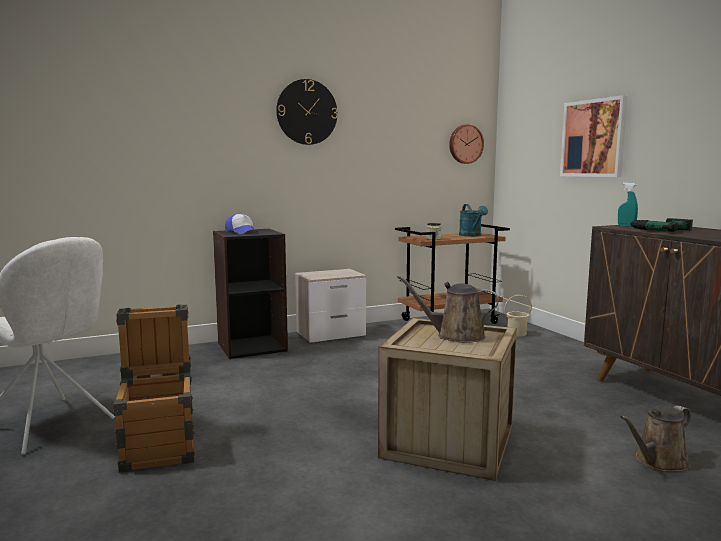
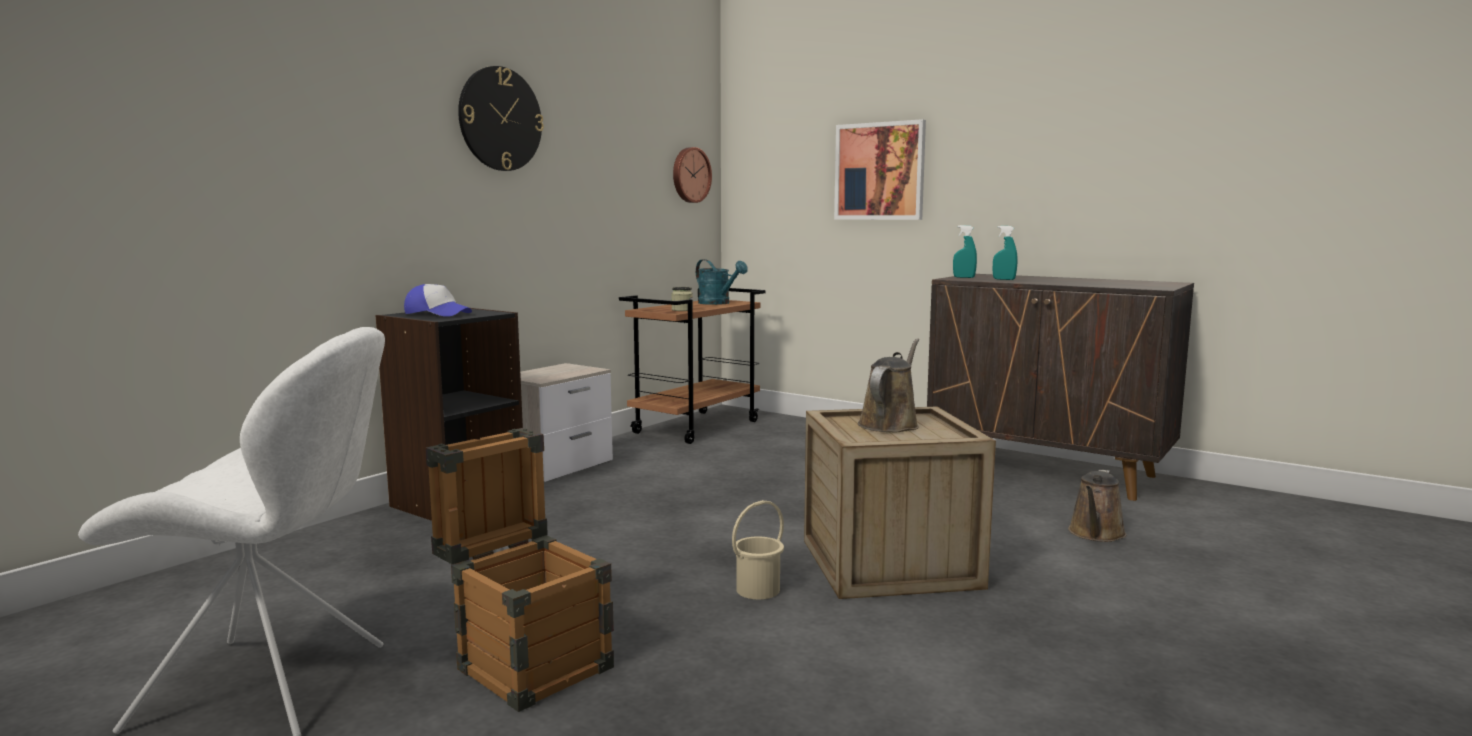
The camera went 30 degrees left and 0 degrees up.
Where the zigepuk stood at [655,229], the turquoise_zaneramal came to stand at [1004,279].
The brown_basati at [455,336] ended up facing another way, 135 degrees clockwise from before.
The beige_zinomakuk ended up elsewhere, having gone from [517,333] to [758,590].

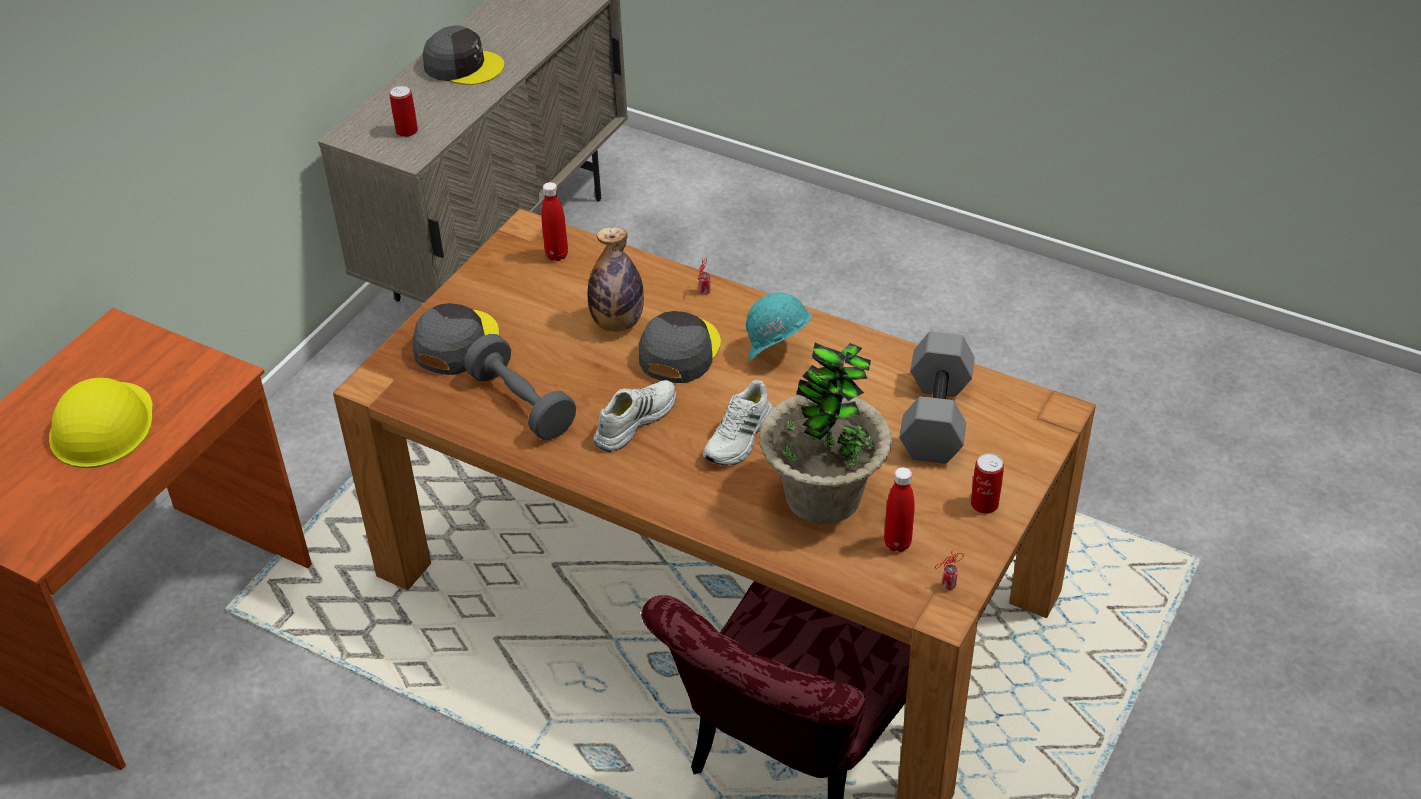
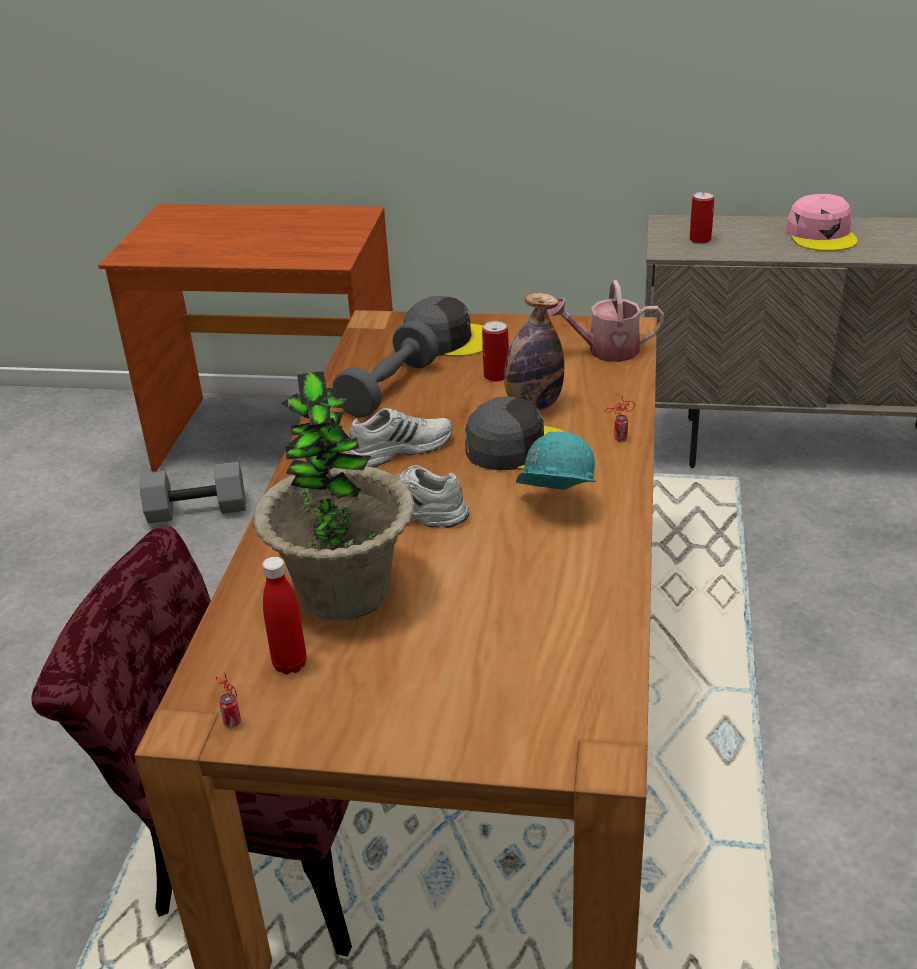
The camera went 70 degrees right and 10 degrees down.
What was the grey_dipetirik at [463,66] turned into the pink_dipetirik at [821,235].
Where the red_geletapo stood at [557,255], the basati came to stand at [606,351].
The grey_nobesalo ended up elsewhere, having gone from [933,416] to [198,509].
The second view lost the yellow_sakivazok at [102,425].
The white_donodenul at [634,420] ended up facing another way, 45 degrees counterclockwise from before.
The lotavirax ended up elsewhere, having gone from [984,504] to [496,376].

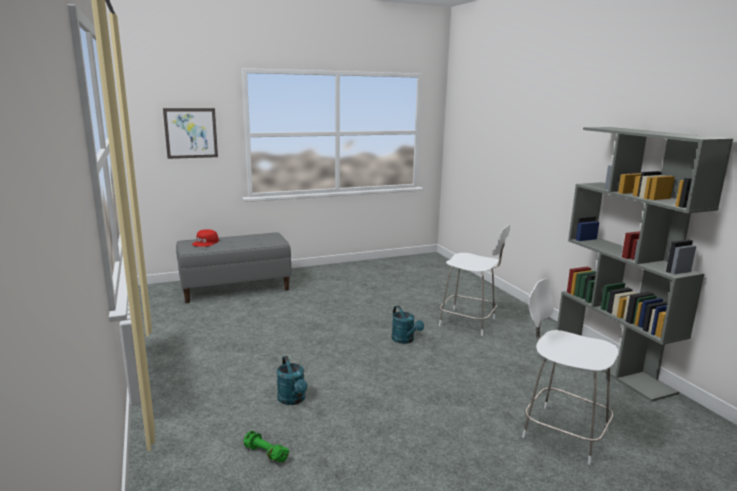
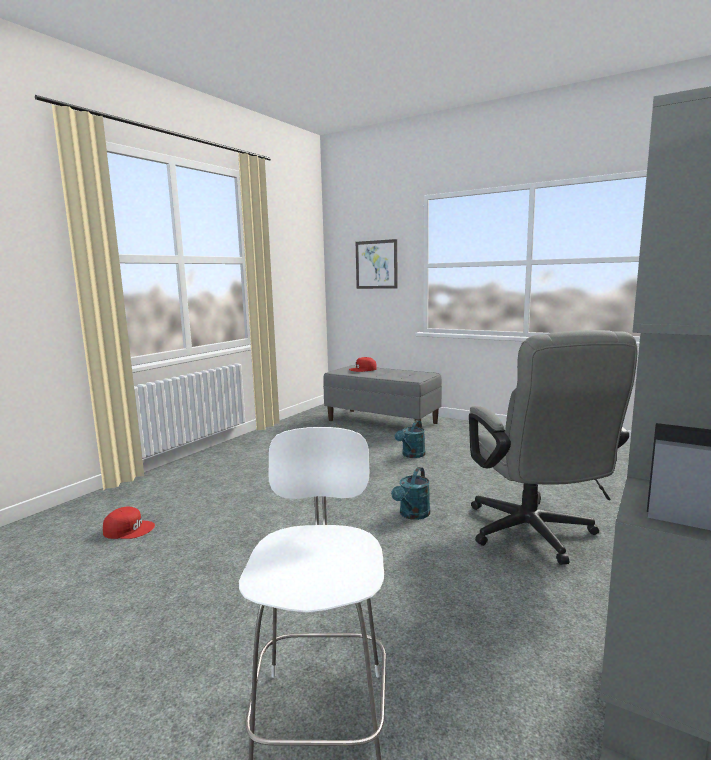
The camera went 55 degrees right and 5 degrees down.
Where the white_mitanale stood at [469,322], the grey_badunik came to stand at [535,536].
The turquoise_basati ended up elsewhere, having gone from [293,400] to [411,455].
Where the green_nobesalo stood at [265,454], the red_dipetirik came to stand at [129,529].

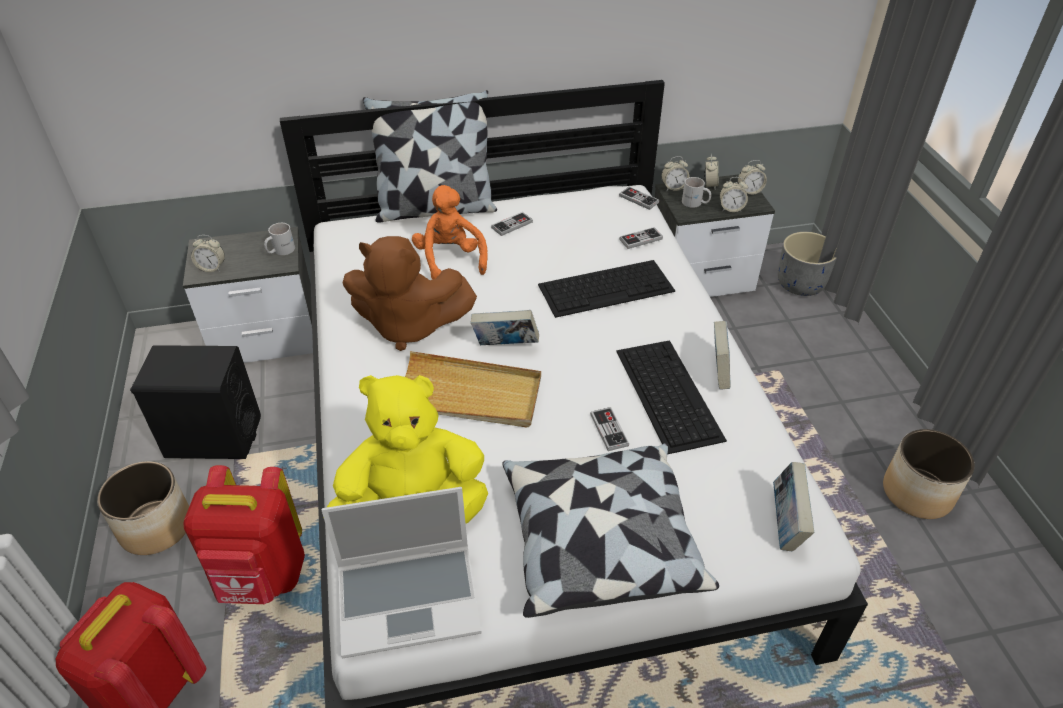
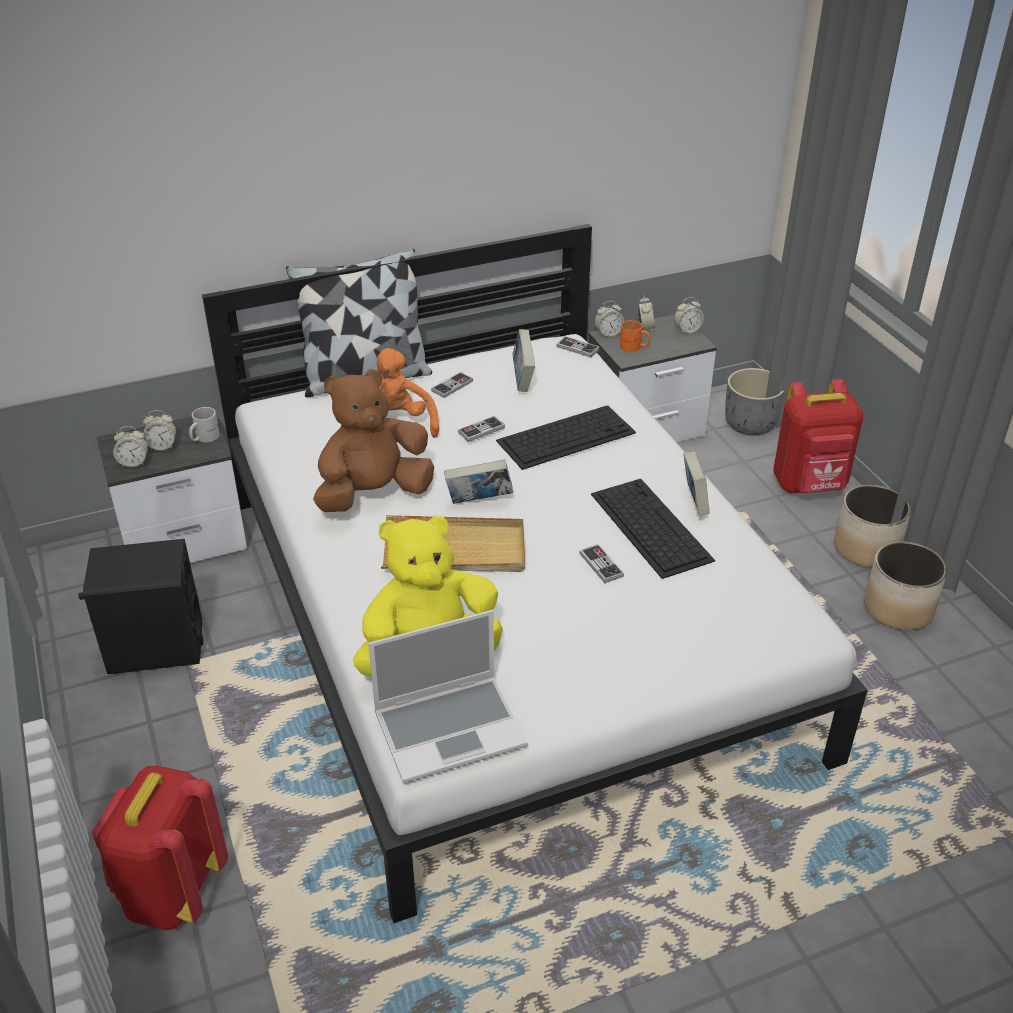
The camera went 10 degrees left and 5 degrees down.
What was the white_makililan at [695,203] turned into the orange_makililan at [634,347].
The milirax ended up elsewhere, having gone from [731,208] to [162,446].
The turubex ended up elsewhere, having gone from [640,239] to [481,430].
The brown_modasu at [409,326] ended up facing another way, 150 degrees clockwise from before.
The second view lost the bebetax at [599,541].
The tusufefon ended up elsewhere, having gone from [155,527] to [865,548].
The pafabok ended up elsewhere, having gone from [785,524] to [522,379].
The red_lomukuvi ended up elsewhere, having gone from [262,577] to [810,485].

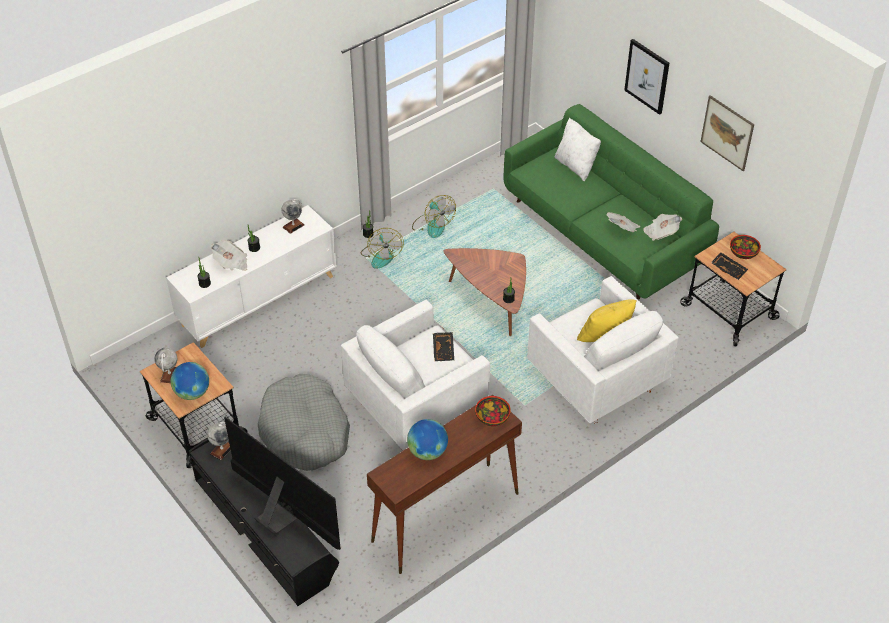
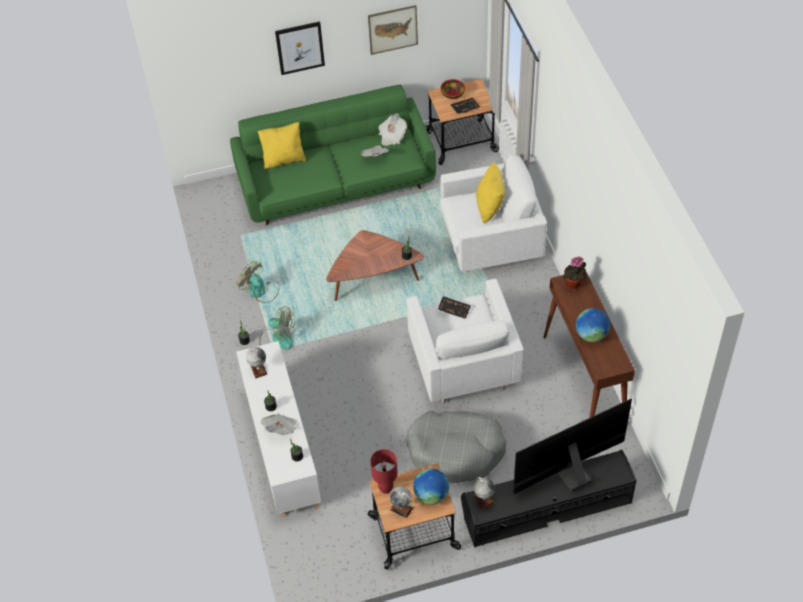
The camera went 65 degrees left and 5 degrees up.
What was the white_bebetax at [576,166] turned into the yellow_bebetax at [283,159].
The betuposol at [432,225] ended up facing another way, 135 degrees counterclockwise from before.
Where the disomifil stood at [492,418], the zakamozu came to stand at [574,285].
The second view gained the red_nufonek at [386,488].

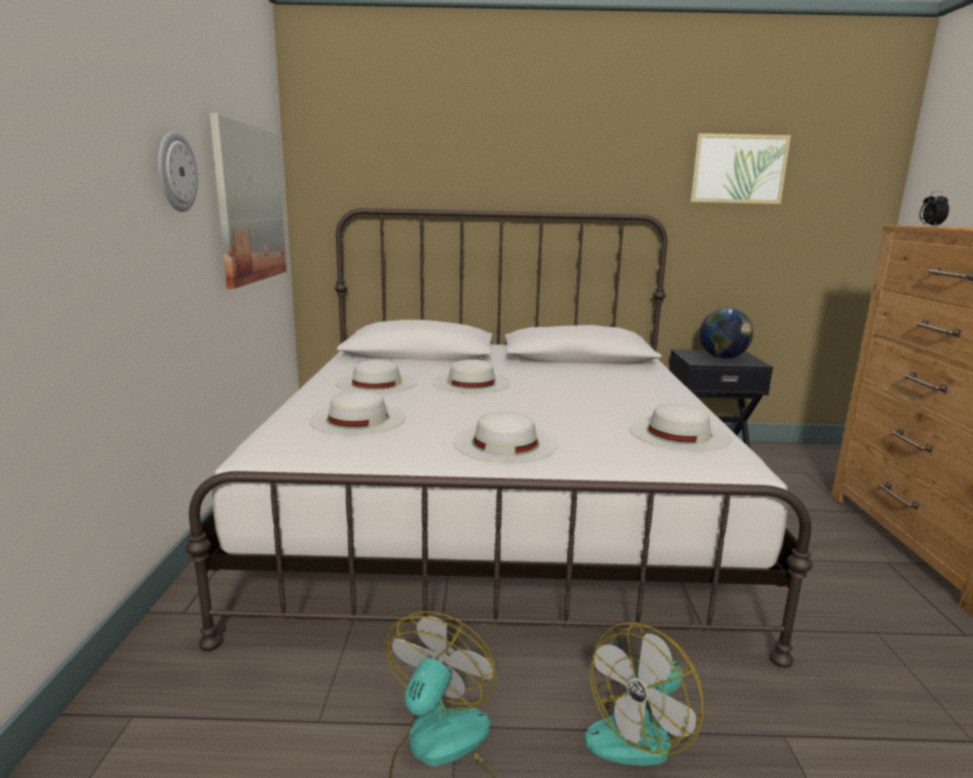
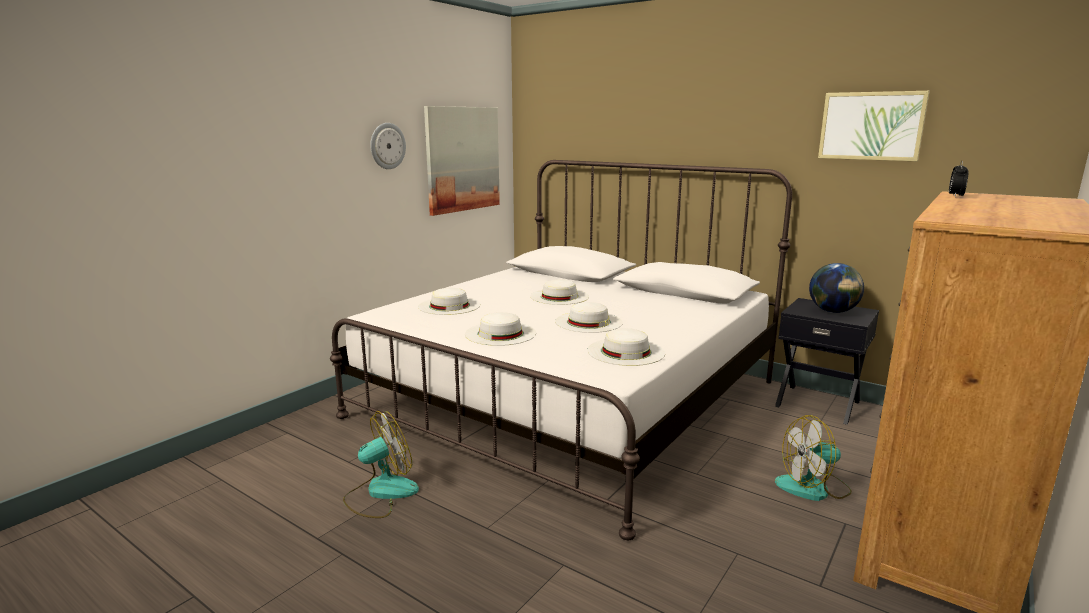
The camera went 35 degrees right and 0 degrees up.
The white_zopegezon ended up elsewhere, having gone from [376,383] to [588,322].
The betuposol ended up elsewhere, having gone from [641,730] to [813,487].

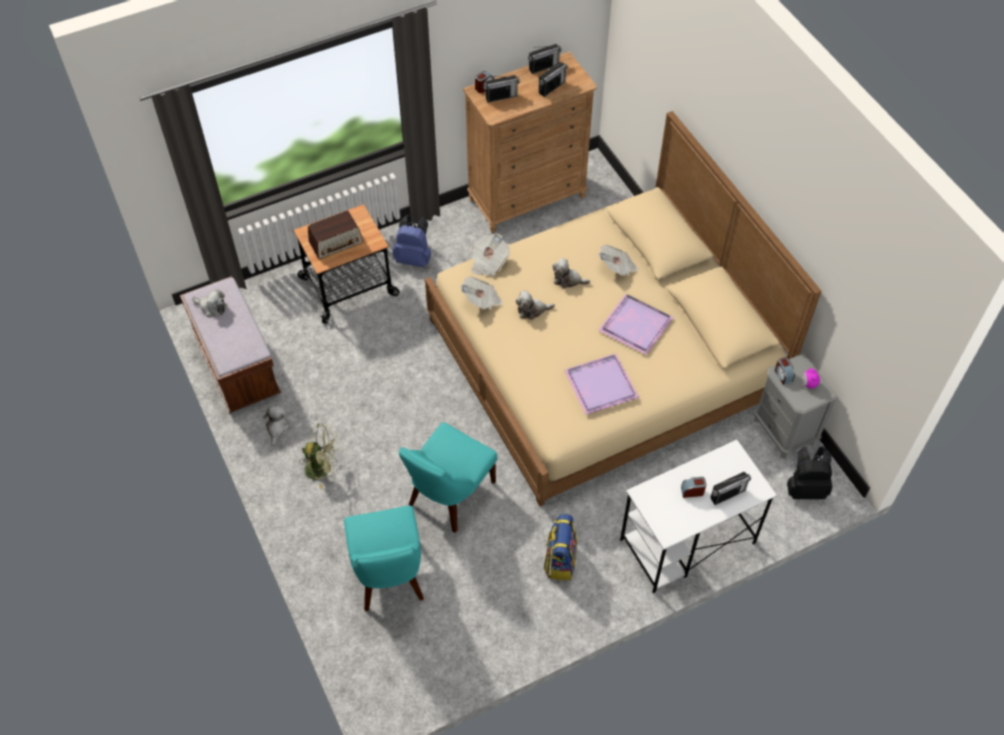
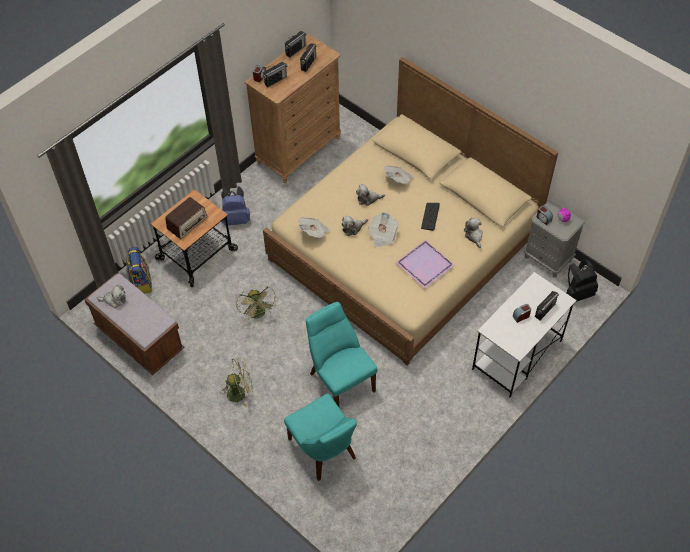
The camera went 20 degrees left and 0 degrees up.
The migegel ended up elsewhere, having gone from [488,263] to [382,235].
Where the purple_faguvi stood at [636,326], the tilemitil came to stand at [430,216].
The modasu ended up elsewhere, having gone from [277,428] to [474,236].
The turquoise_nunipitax at [449,496] ended up facing another way, 135 degrees clockwise from before.
The lomukuvi ended up elsewhere, having gone from [560,560] to [141,282].
The second view gained the green_betuposol at [258,314].

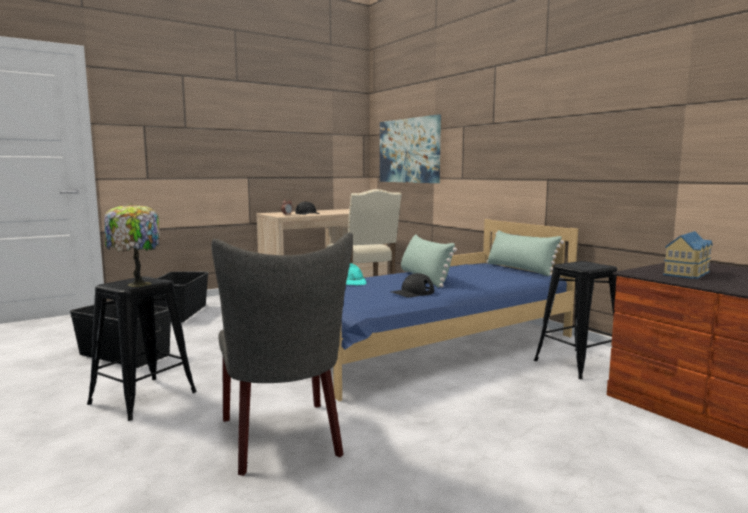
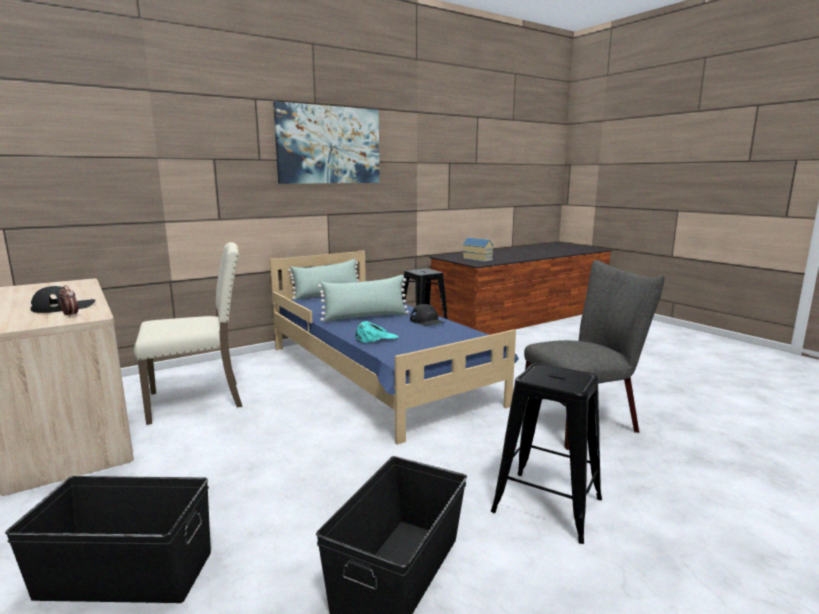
The camera went 90 degrees left and 5 degrees up.
The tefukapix ended up elsewhere, having gone from [409,150] to [329,145].
The second view lost the nufonek at [137,284].

